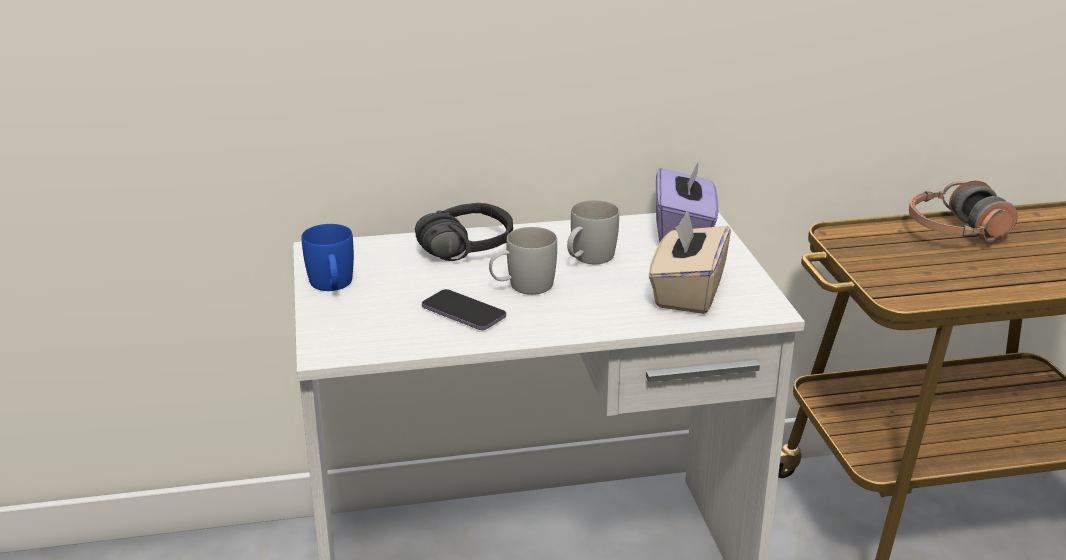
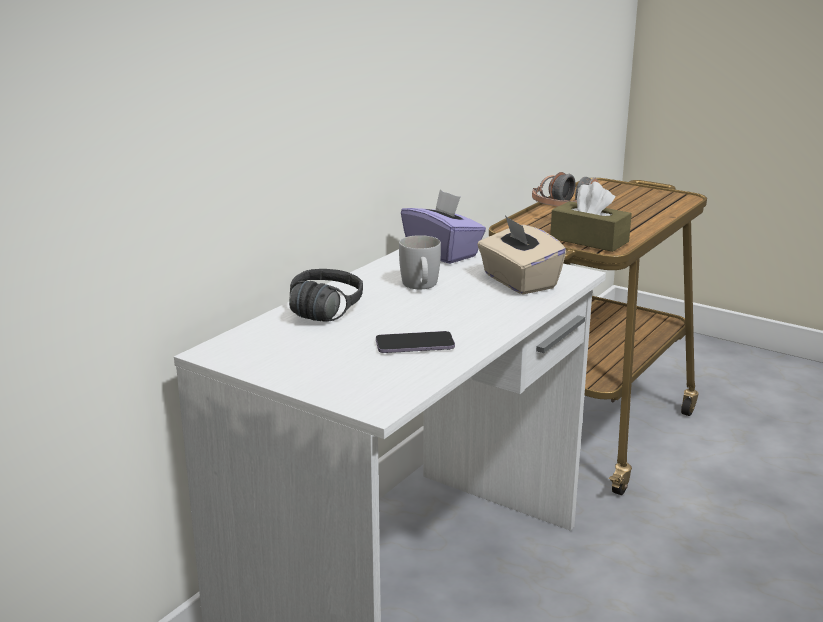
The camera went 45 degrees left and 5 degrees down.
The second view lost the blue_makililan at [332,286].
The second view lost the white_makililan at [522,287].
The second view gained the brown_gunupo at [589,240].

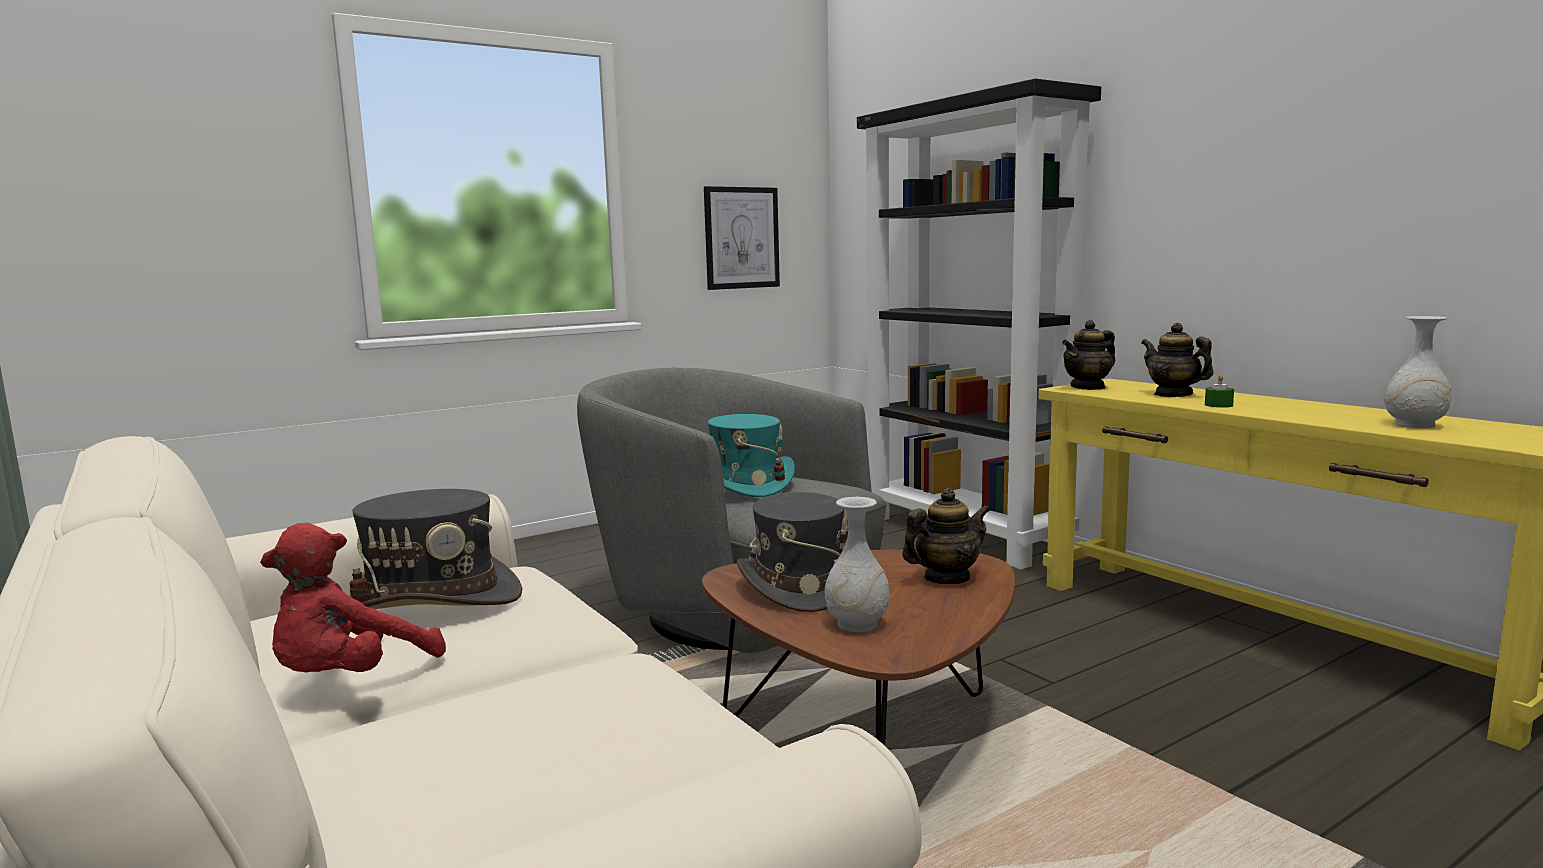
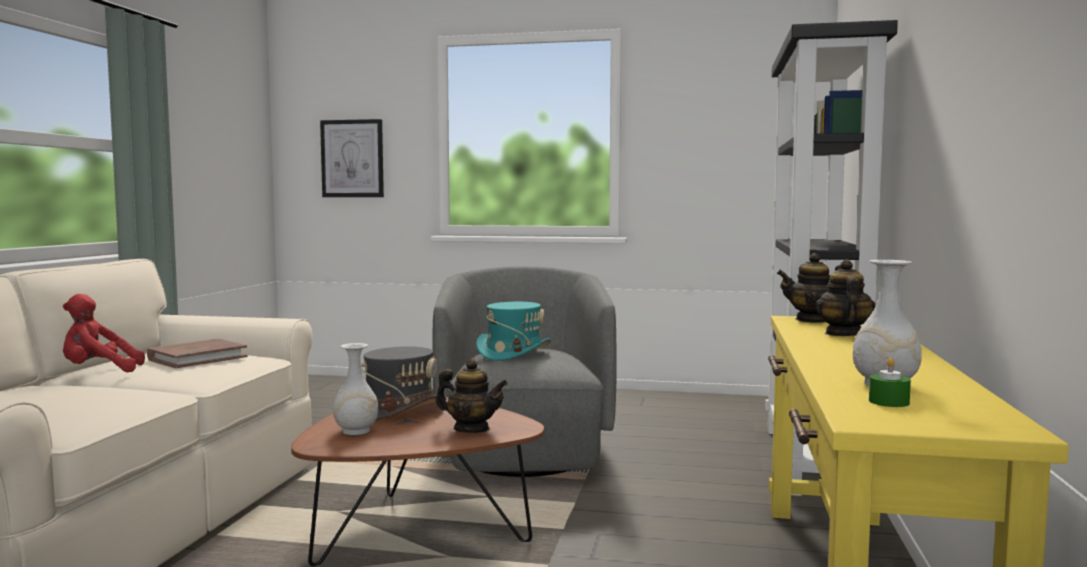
The camera went 45 degrees right and 5 degrees down.
The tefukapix ended up elsewhere, having gone from [741,238] to [352,158].
The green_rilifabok ended up elsewhere, having gone from [1218,405] to [888,402].
Where the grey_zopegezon stood at [432,601], the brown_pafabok came to stand at [197,358].

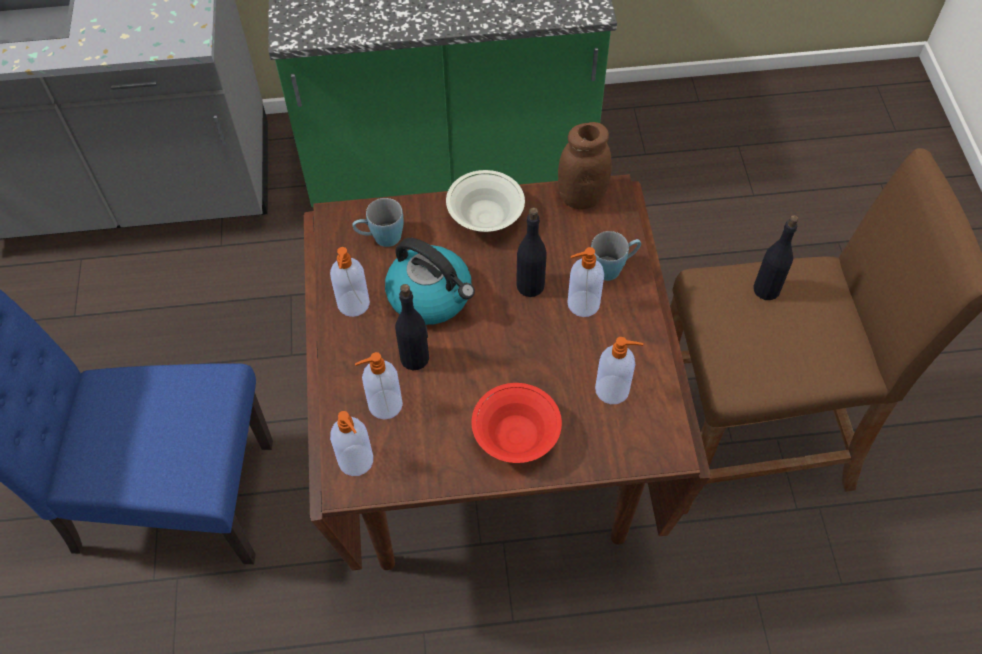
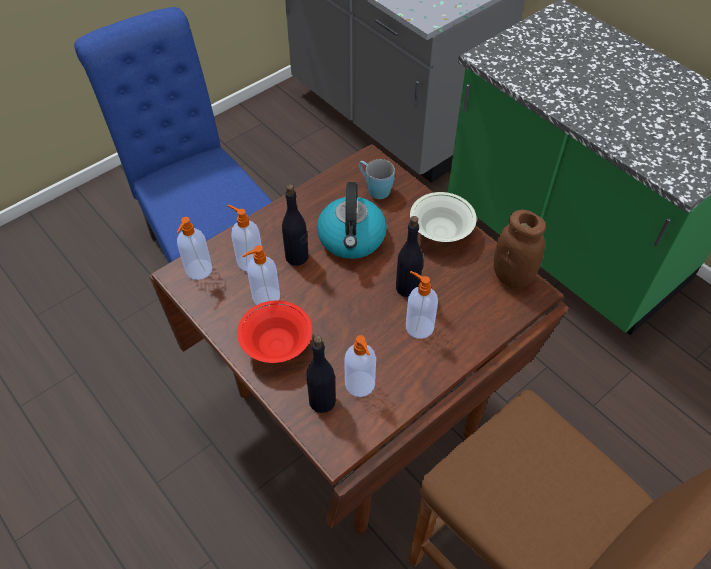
The camera went 55 degrees right and 5 degrees down.
The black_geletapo ended up elsewhere, having gone from [766,289] to [322,401].
The second view lost the blue_makililan at [613,267].
The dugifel ended up elsewhere, having gone from [353,304] to [265,297].

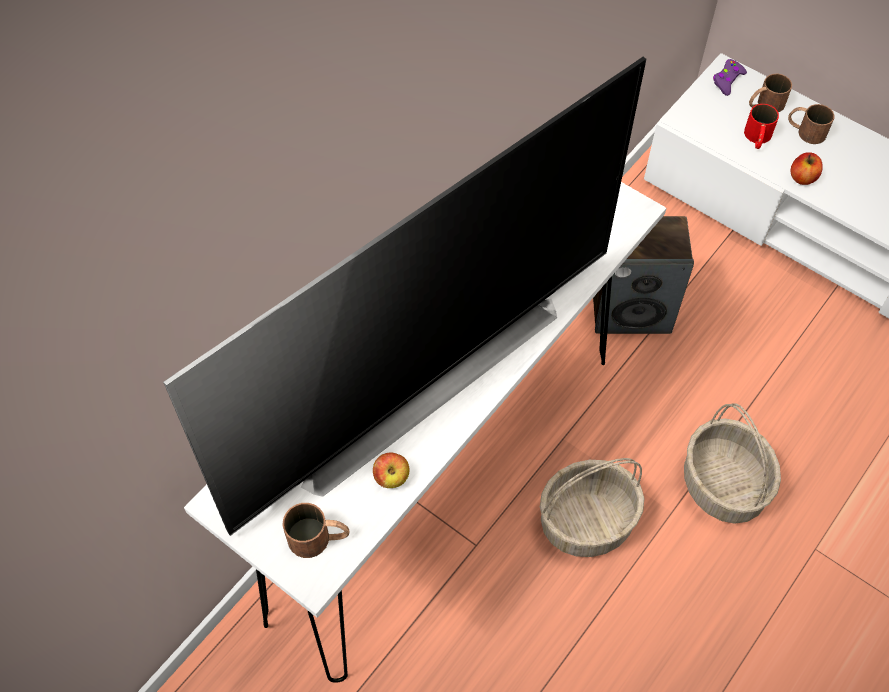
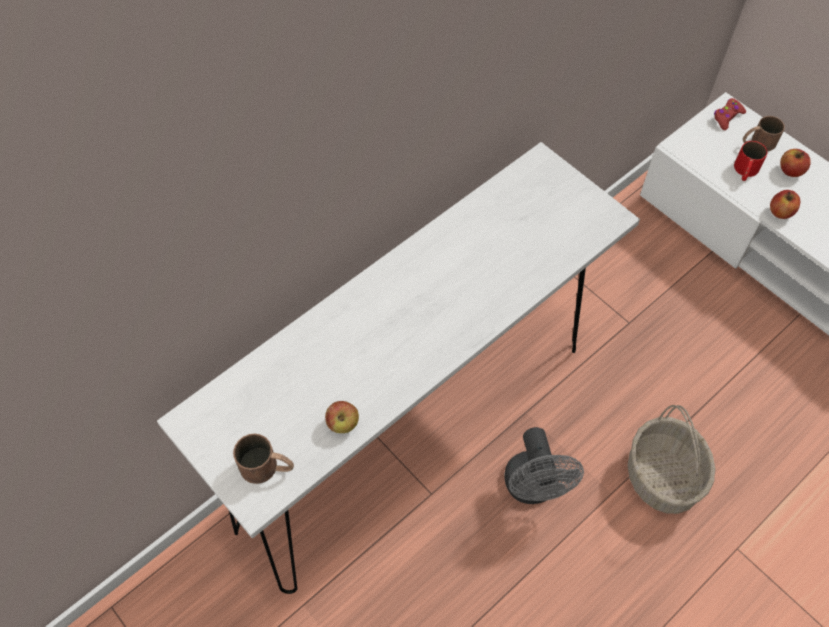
The camera went 10 degrees right and 0 degrees up.
The second view lost the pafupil at [417,375].
What was the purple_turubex at [727,80] turned into the red_turubex at [727,117].
Where the brown_makililan stood at [805,131], the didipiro came to stand at [790,170].
The second view lost the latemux at [631,310].
Where the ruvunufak stood at [587,520], the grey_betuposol came to stand at [533,488].

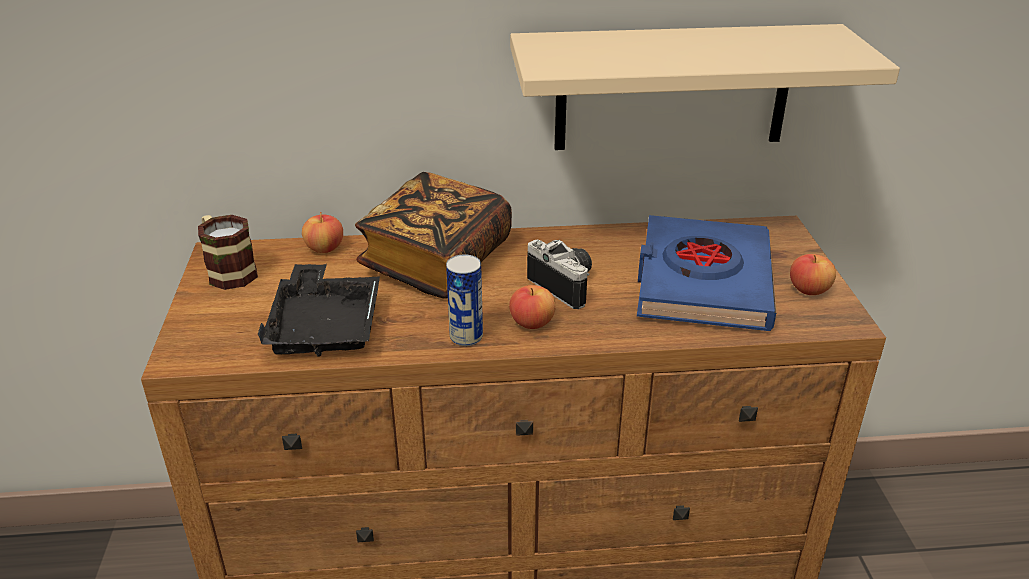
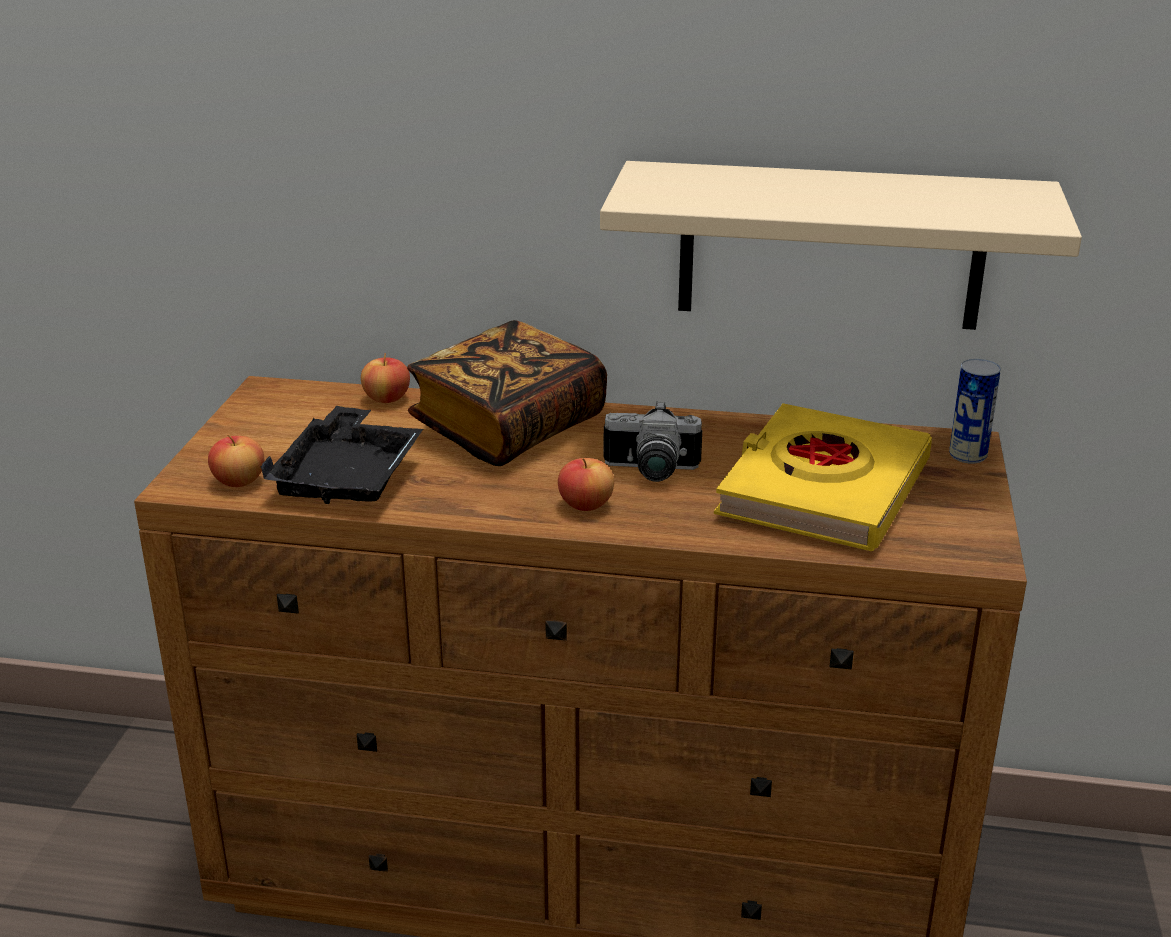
The camera went 15 degrees right and 5 degrees down.
The second view lost the makililan at [228,271].
What was the blue_pafabok at [702,282] turned into the yellow_pafabok at [822,490].
The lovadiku at [567,285] ended up facing another way, 120 degrees clockwise from before.
The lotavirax ended up elsewhere, having gone from [466,337] to [967,455].
The didipiro ended up elsewhere, having gone from [809,290] to [239,481].

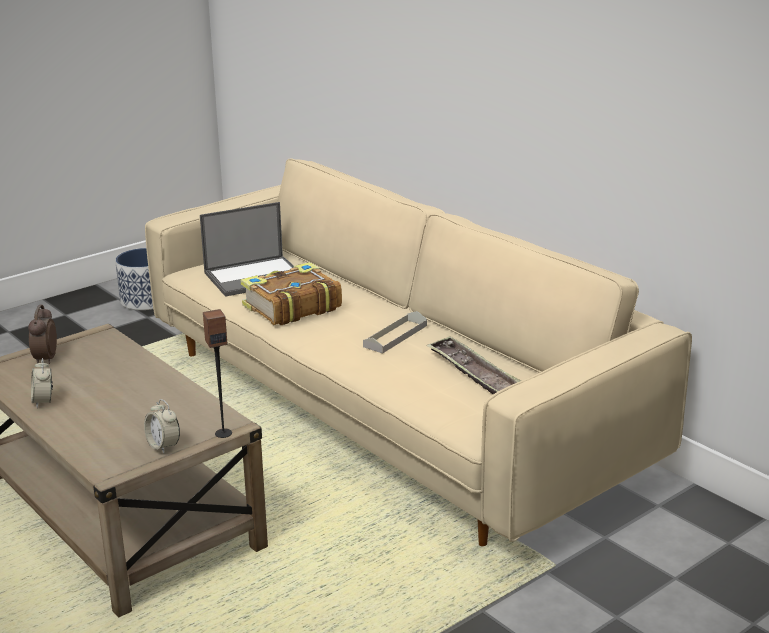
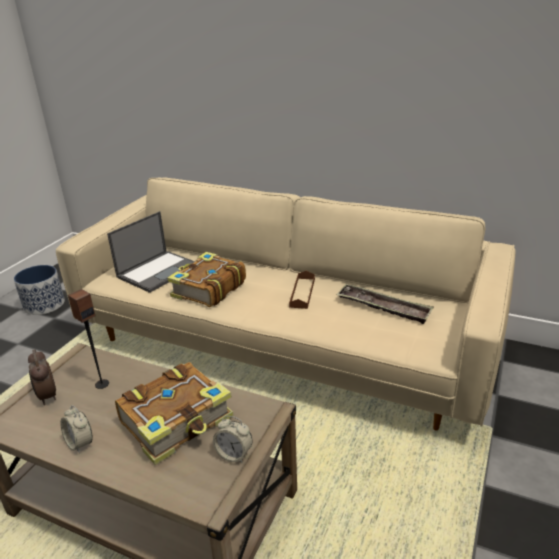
The camera went 25 degrees left and 5 degrees up.
The latemux ended up elsewhere, having gone from [223,433] to [102,384].
What was the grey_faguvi at [395,336] turned into the brown_faguvi at [302,292].
The second view gained the pafabok at [178,421].

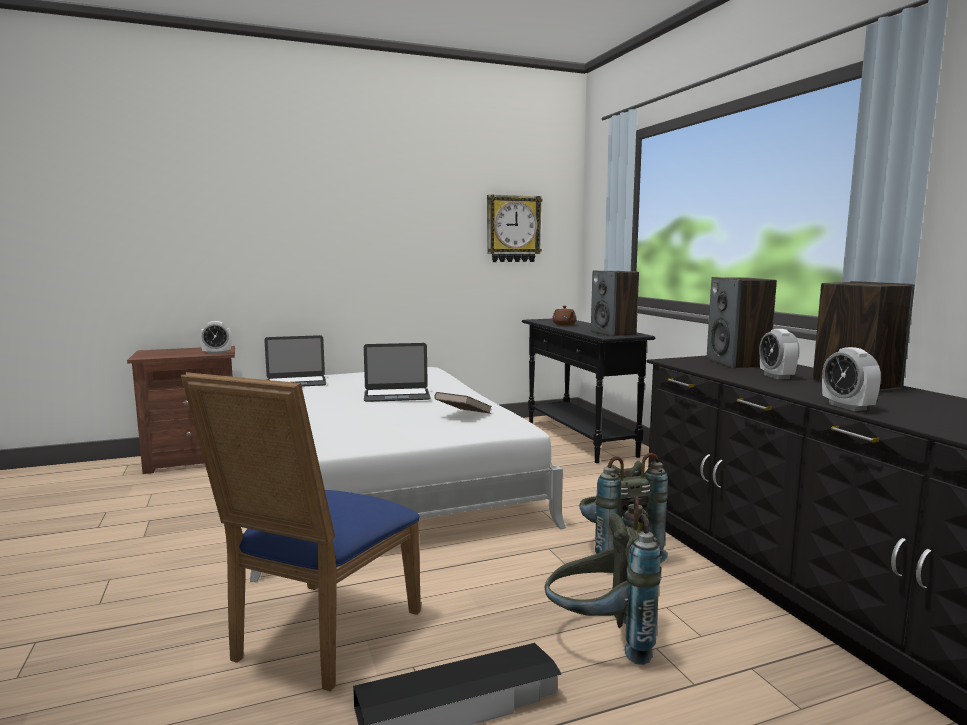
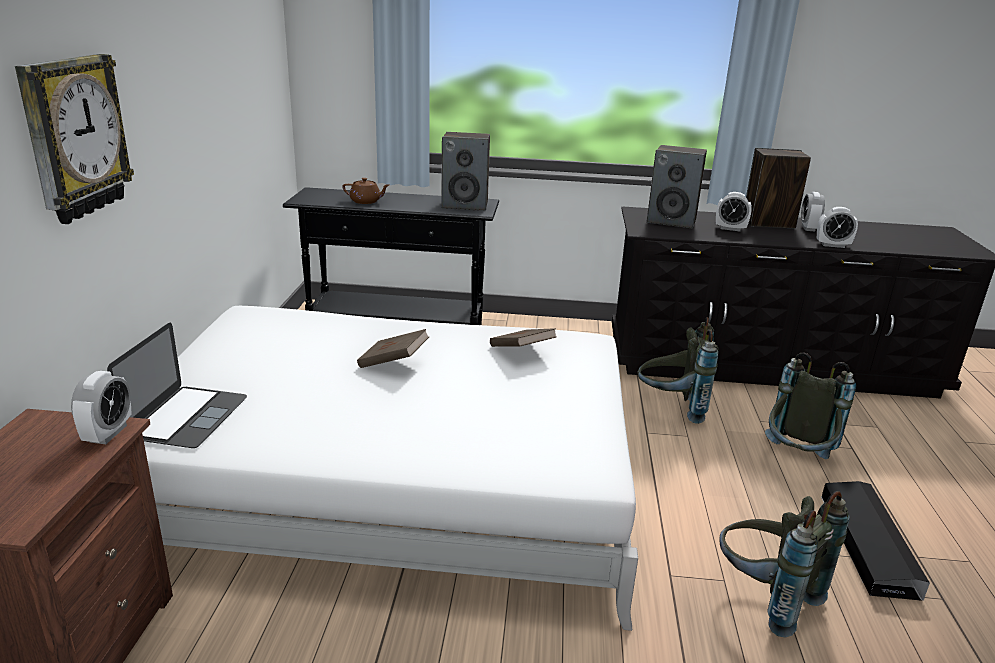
The camera went 65 degrees left and 15 degrees up.
The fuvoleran ended up elsewhere, having gone from [513,229] to [74,137].
Where the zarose stood at [397,395], the brown_pafabok came to stand at [393,363].
Where the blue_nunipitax stood at [318,638], the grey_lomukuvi came to stand at [764,597].
The second view gained the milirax at [808,228].

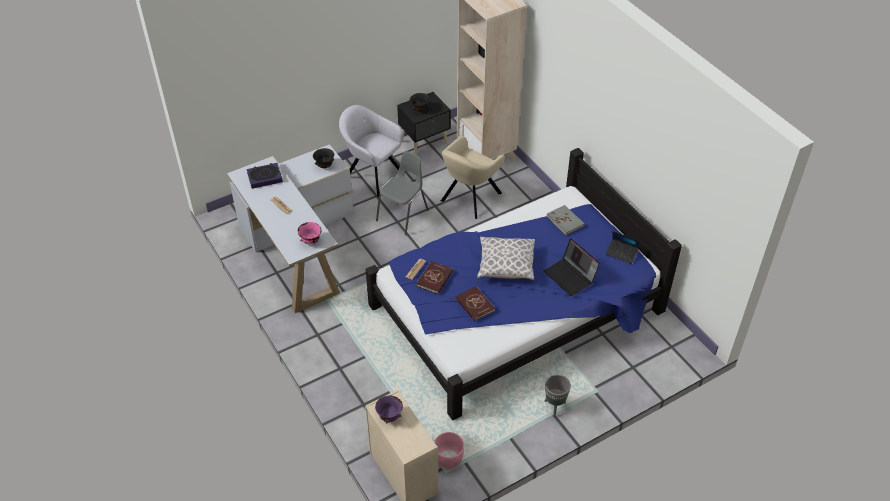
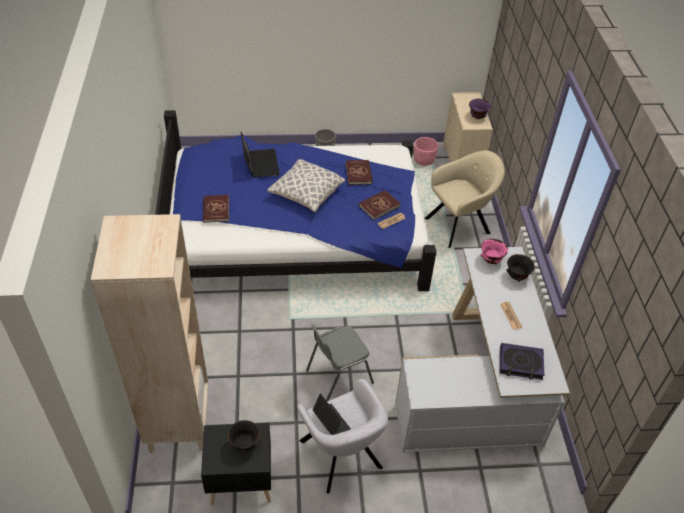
The camera went 155 degrees left and 0 degrees up.
The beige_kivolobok ended up elsewhere, having gone from [469,198] to [459,225].
The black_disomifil ended up elsewhere, having gone from [324,166] to [517,277].
What was the grey_pafabok at [565,221] turned into the red_pafabok at [216,210].
The zarose ended up elsewhere, having gone from [622,253] to [331,422].

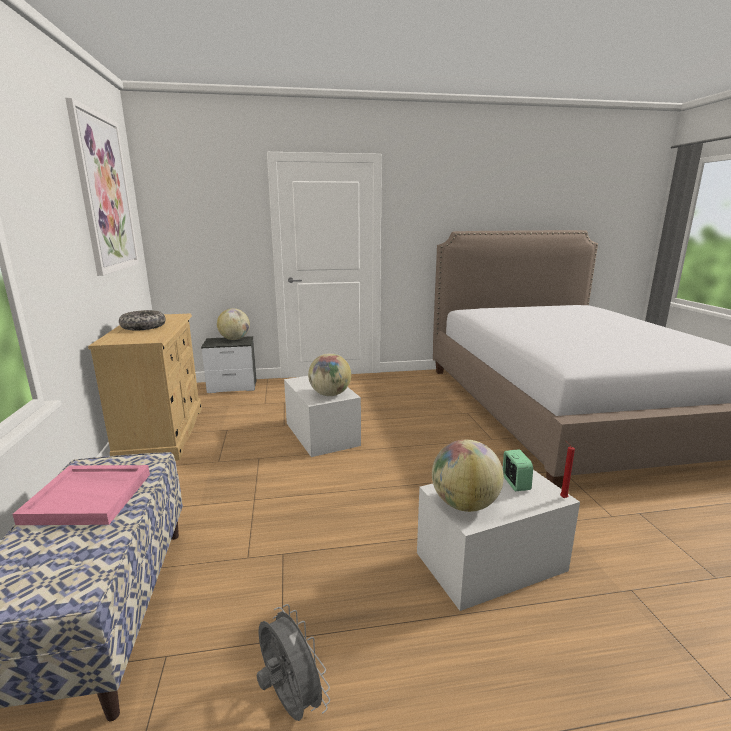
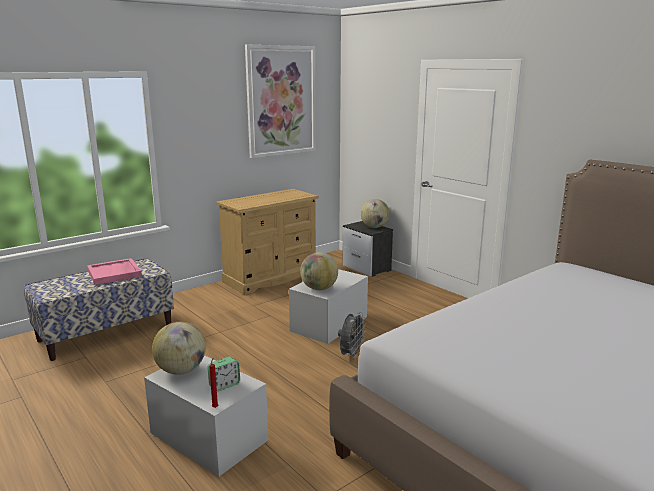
The camera went 60 degrees right and 0 degrees up.
The second view lost the disomifil at [143,327].
The grey_betuposol ended up elsewhere, having gone from [290,701] to [351,355].

